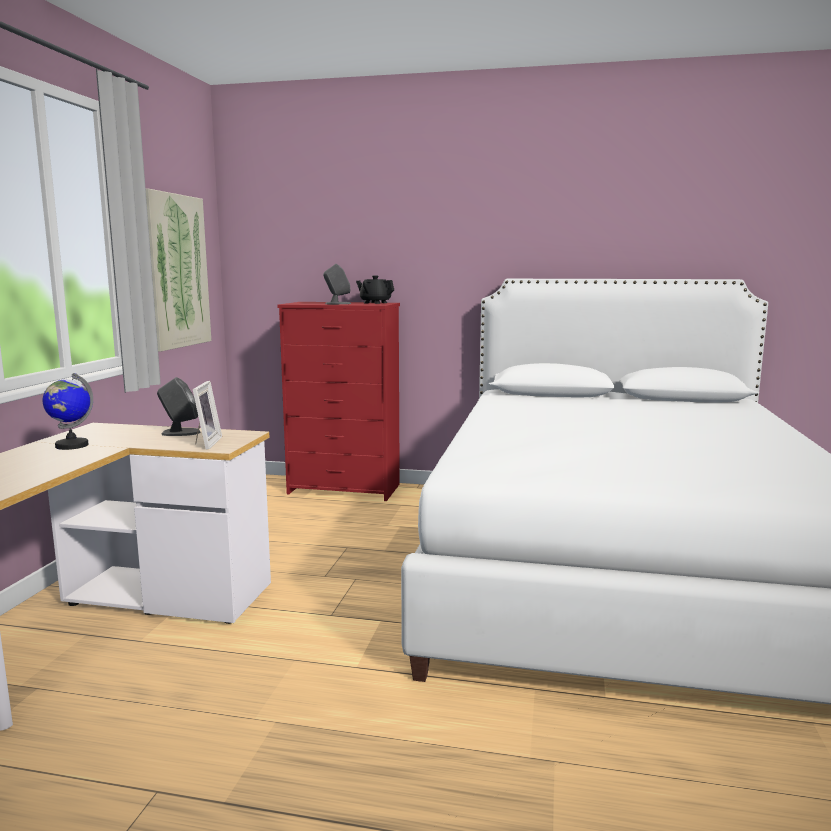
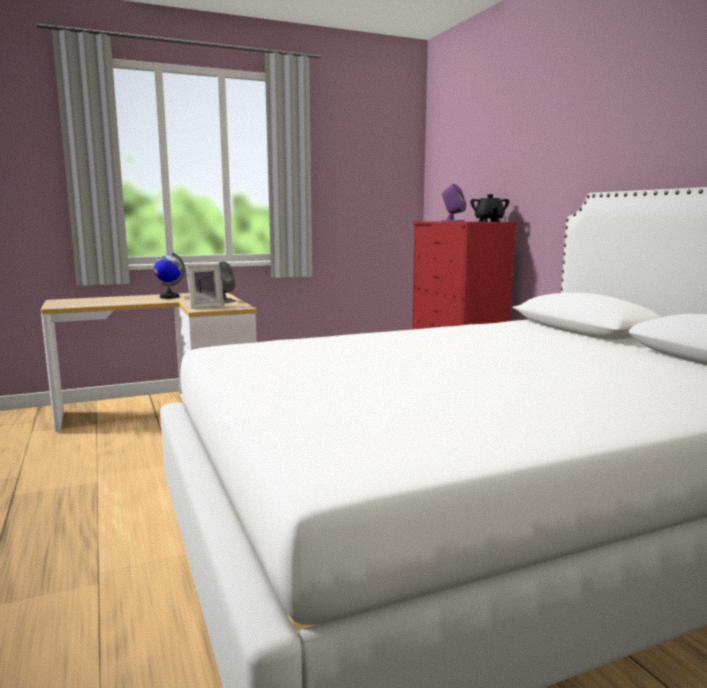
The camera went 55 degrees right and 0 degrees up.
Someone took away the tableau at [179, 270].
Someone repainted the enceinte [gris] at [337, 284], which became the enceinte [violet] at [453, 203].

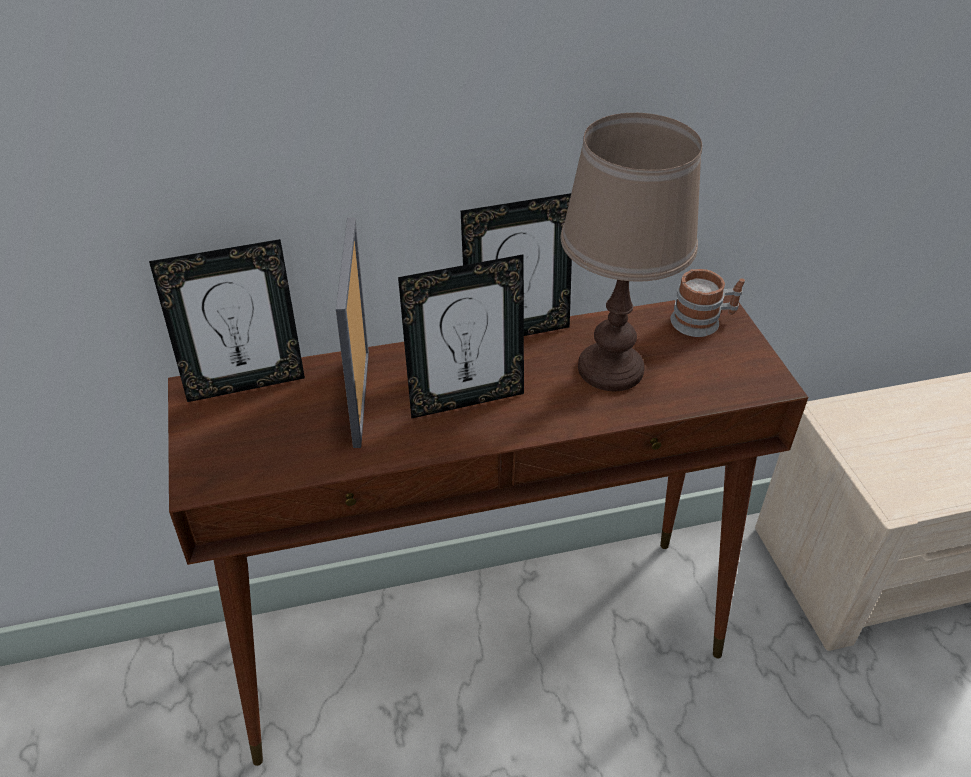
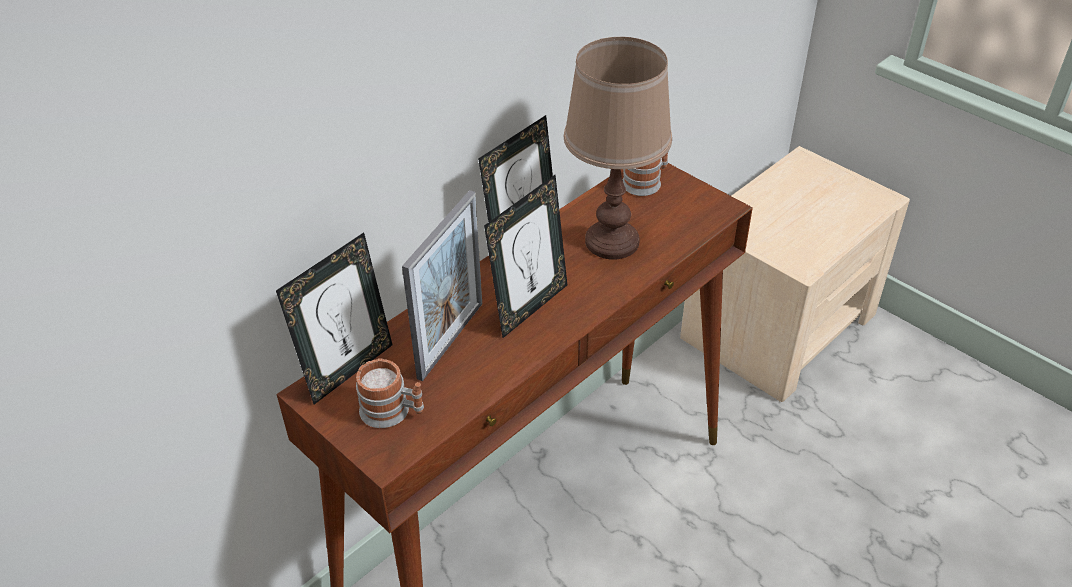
The camera went 30 degrees left and 0 degrees up.
Someone rotated the cadre photo at [352, 332] by 120 degrees counterclockwise.
Someone put down the mug at [390, 393].

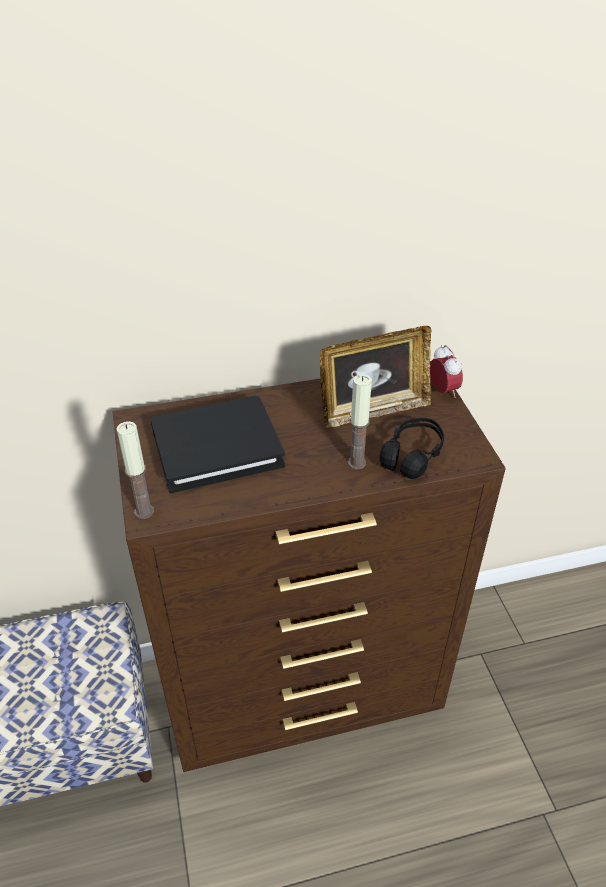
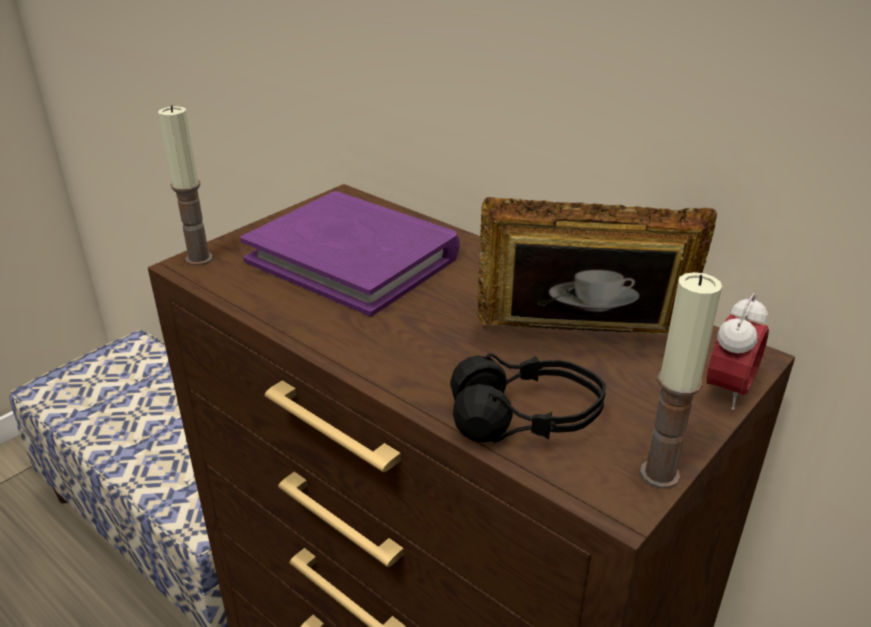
The camera went 55 degrees right and 10 degrees down.
Someone repainted the livre [noir] at [218, 444], which became the livre [violet] at [350, 253].
Someone rotated the cadre photo at [375, 377] by 150 degrees clockwise.
Someone carried the bougie from [360, 421] to [681, 380].

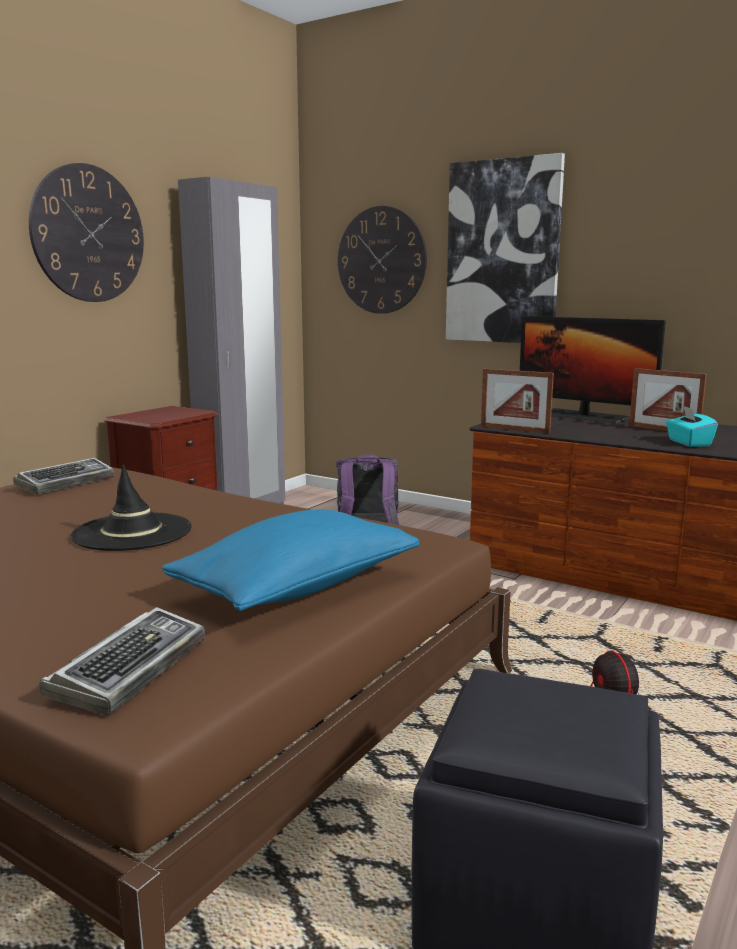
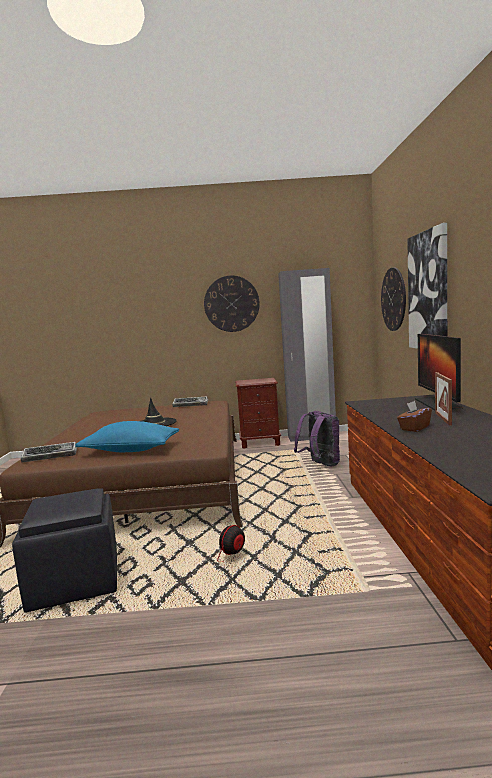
The camera went 55 degrees right and 5 degrees down.
Someone took away the cadre photo at [517, 401].
Someone repainted the boîte à mouchoirs [turquoise] at [692, 426], which became the boîte à mouchoirs [marron] at [414, 416].

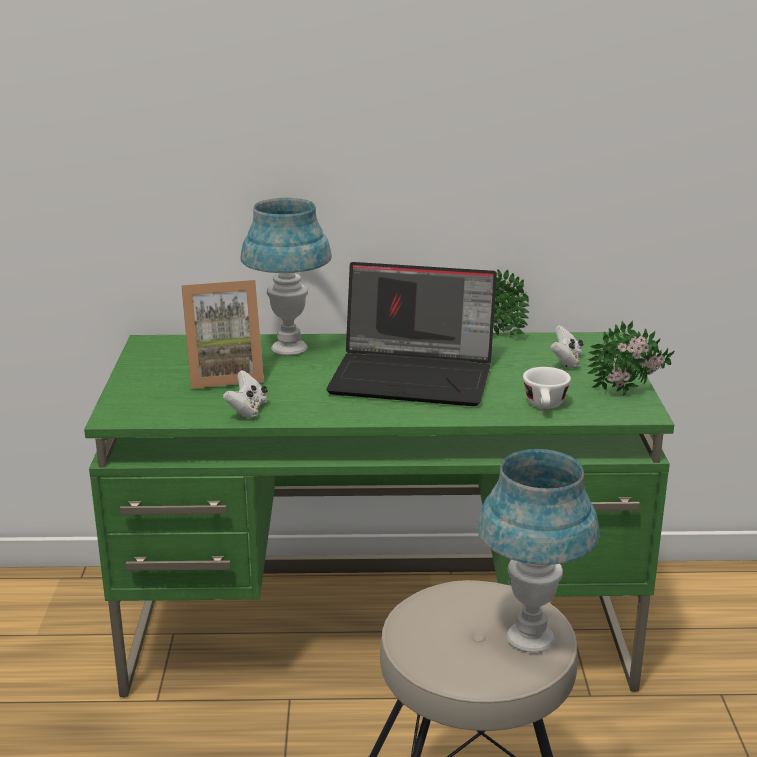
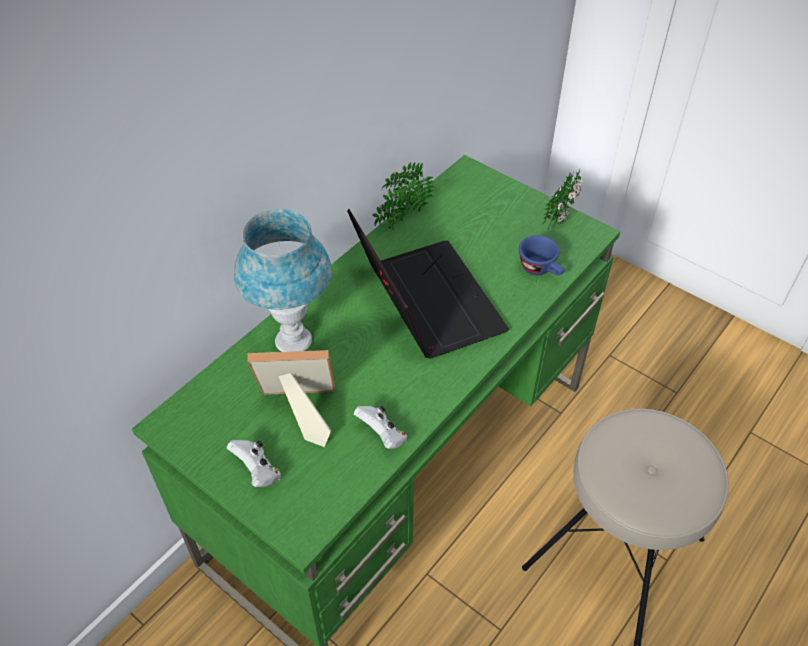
The camera went 50 degrees left and 25 degrees up.
Someone rotated the cadre photo at [222, 334] by 120 degrees counterclockwise.
Someone rotated the ordinateur portable at [411, 334] by 75 degrees counterclockwise.
Someone took away the lampe de table [bleu] at [538, 550].
Someone repainted the tasse [blanc] at [547, 388], which became the tasse [bleu] at [542, 255].
Someone carried the manette [blanc] from [566, 346] to [254, 463].

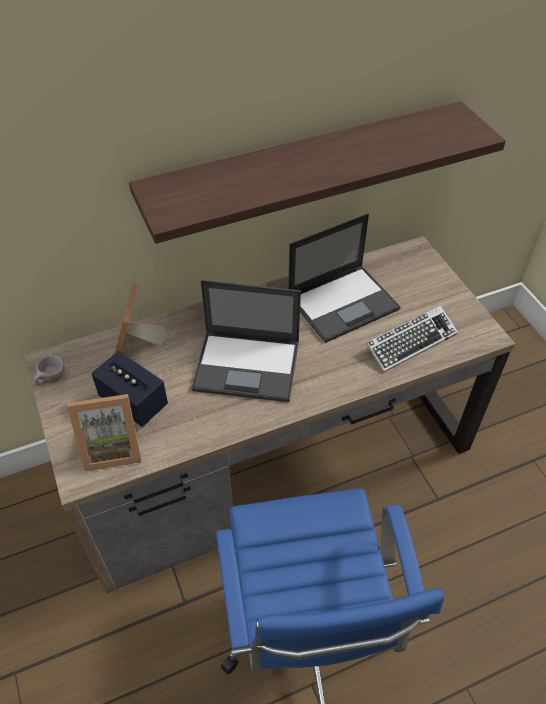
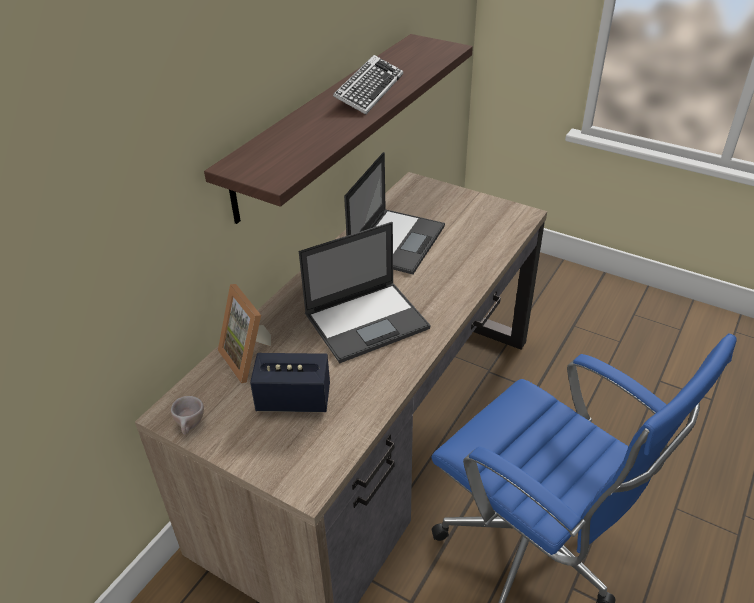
The camera went 35 degrees left and 10 degrees down.
Someone took away the cadre photo at [104, 433].
Someone carried the clavier from [412, 338] to [368, 85].

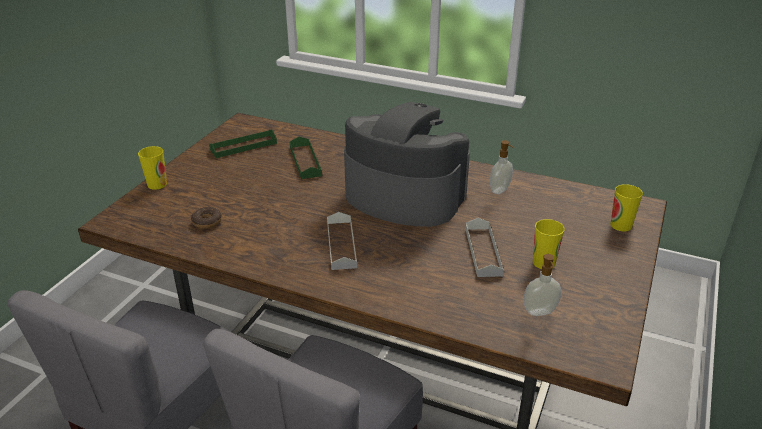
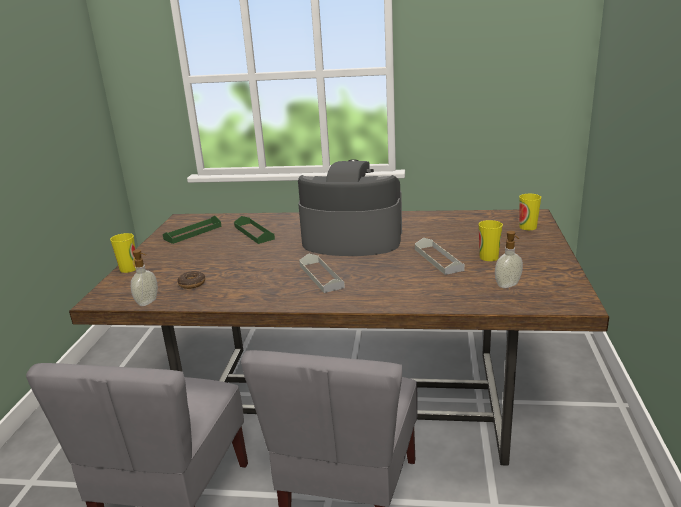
The camera went 15 degrees left and 10 degrees down.
Someone carried the distributeur de savon from [502, 167] to [144, 277].

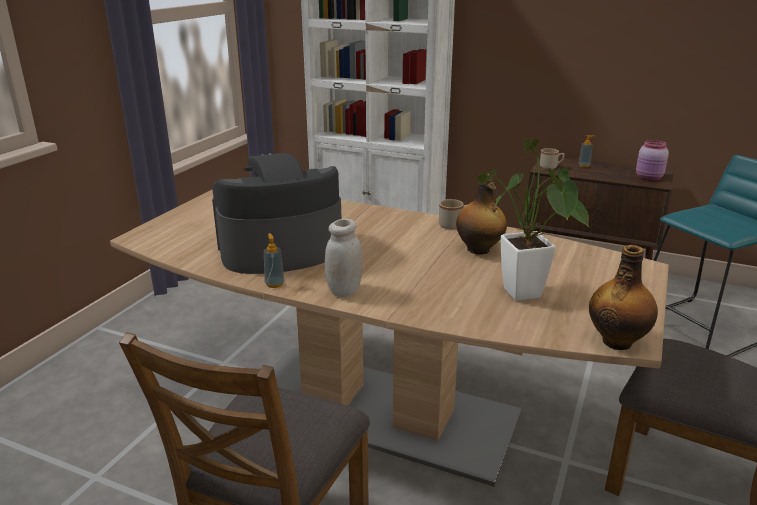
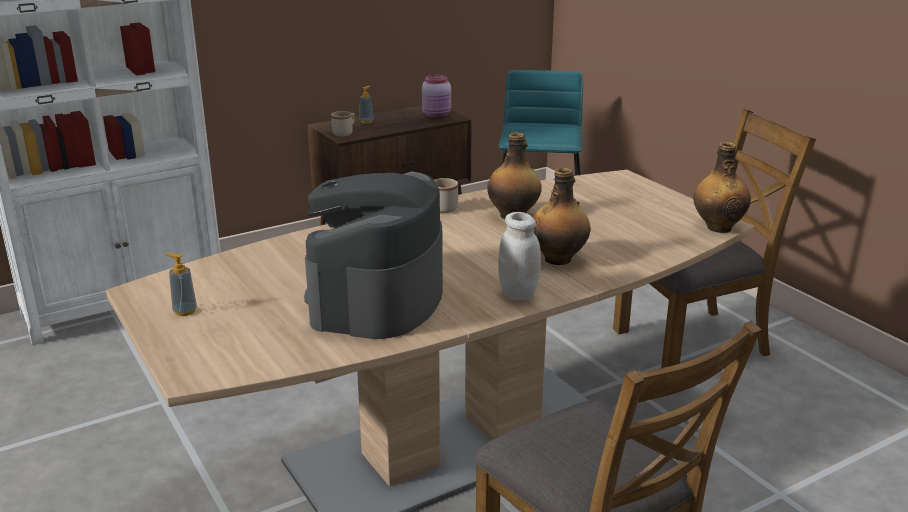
The camera went 55 degrees left and 0 degrees up.
Someone carried the distributeur de savon from [274, 260] to [181, 284].
Someone took away the plante en pot at [533, 219].
Someone put down the bouteille at [562, 216].

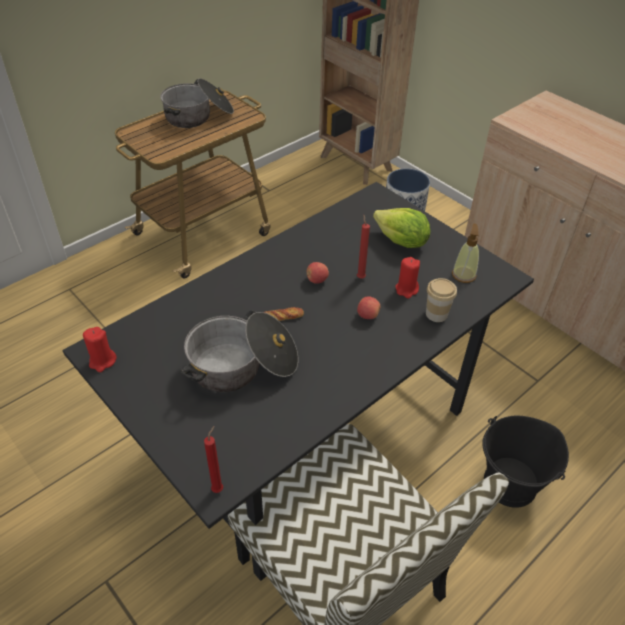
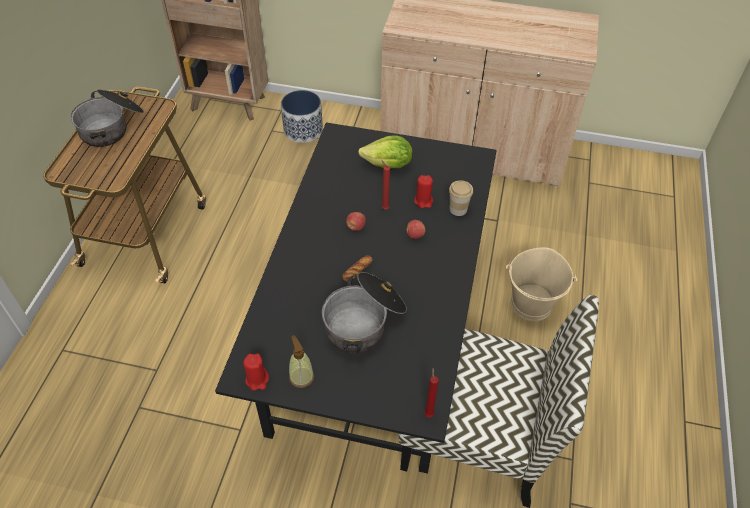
The camera went 35 degrees left and 5 degrees up.
Someone carried the distributeur de savon from [465, 253] to [302, 361].
Someone repainted the seau [noir] at [525, 462], which became the seau [beige] at [541, 284].

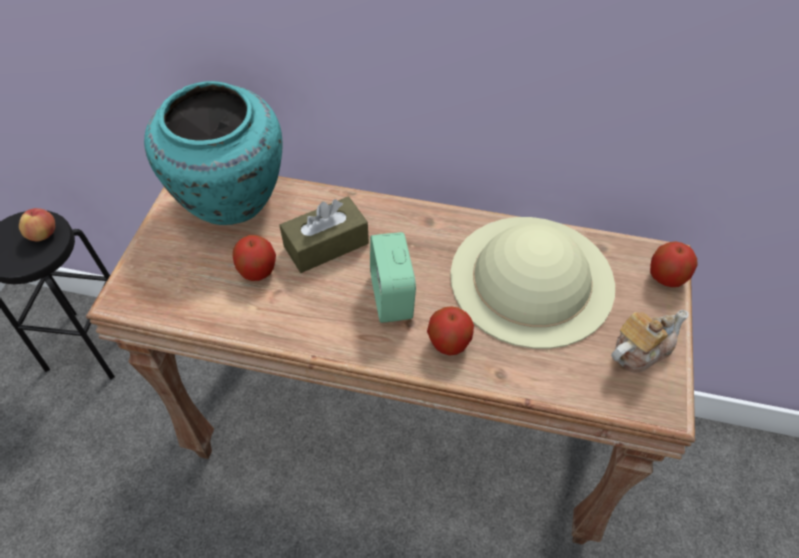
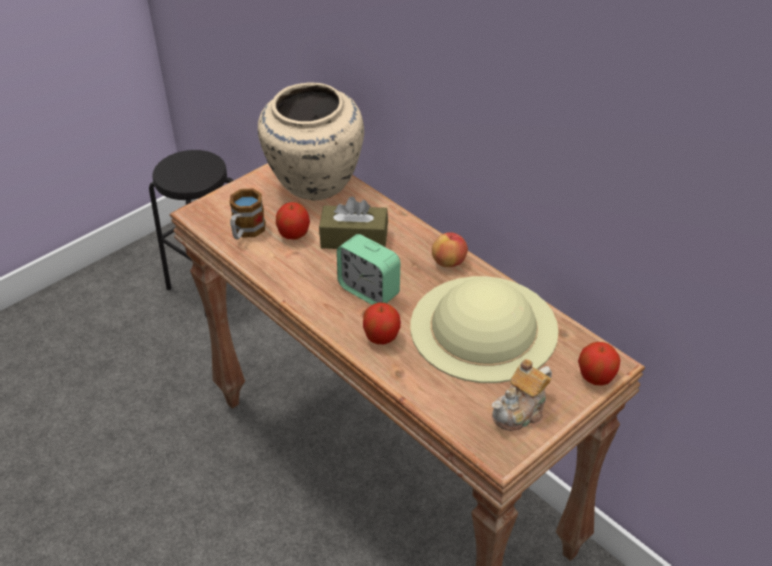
The camera went 35 degrees right and 10 degrees down.
Someone carried the pomme from [37, 225] to [450, 249].
Someone repainted the vase [turquoise] at [213, 153], which became the vase [beige] at [311, 141].
Someone rotated the réveil at [393, 277] by 75 degrees counterclockwise.
Someone rotated the théière at [649, 341] by 135 degrees clockwise.
Someone put down the mug at [248, 214].

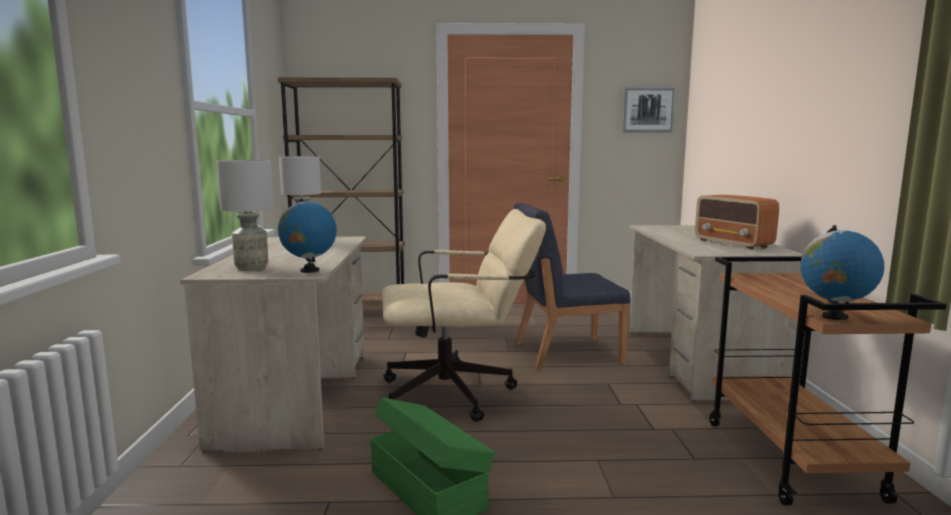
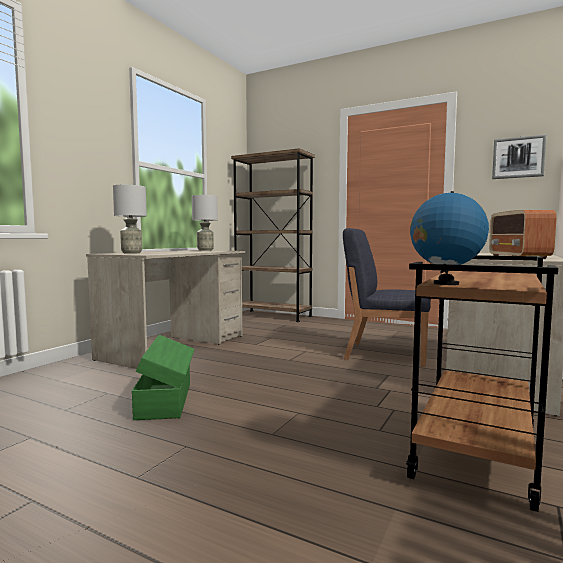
The camera went 30 degrees right and 5 degrees down.
Someone took away the globe at [307, 235].
Someone took away the chaise de bureau [beige] at [464, 315].

